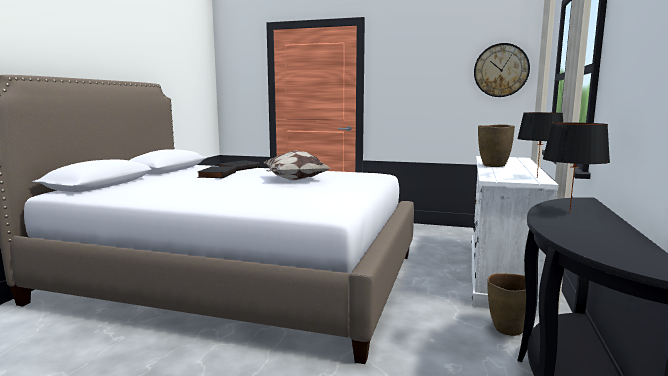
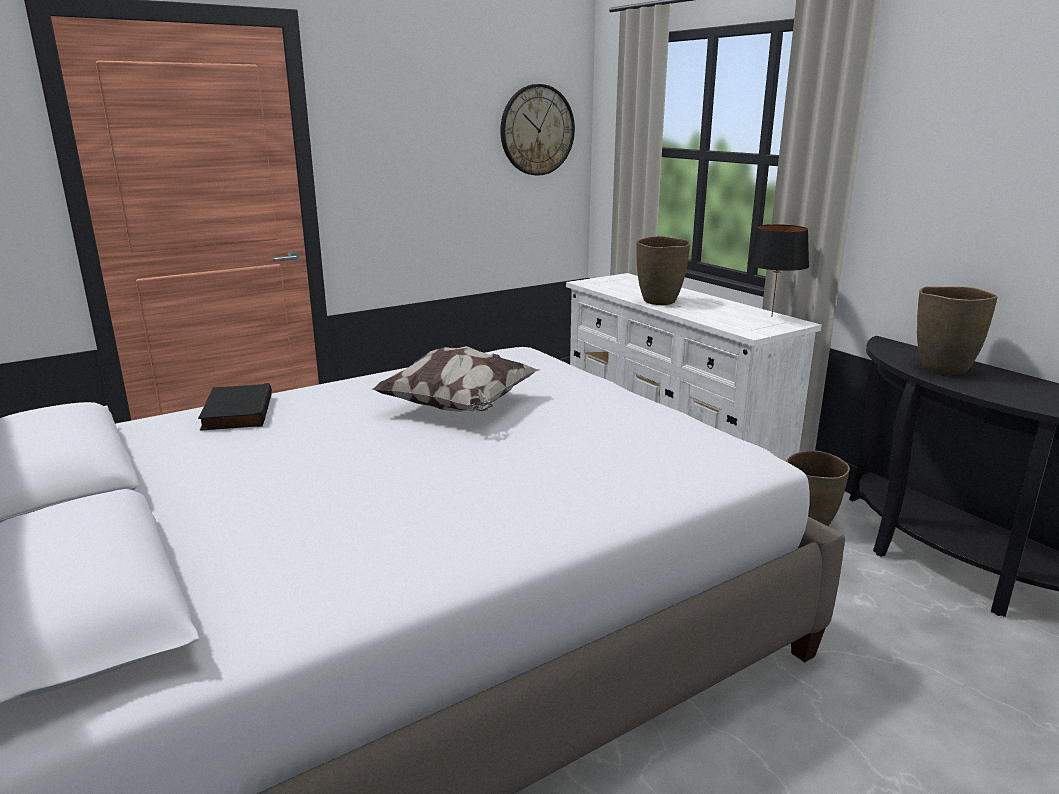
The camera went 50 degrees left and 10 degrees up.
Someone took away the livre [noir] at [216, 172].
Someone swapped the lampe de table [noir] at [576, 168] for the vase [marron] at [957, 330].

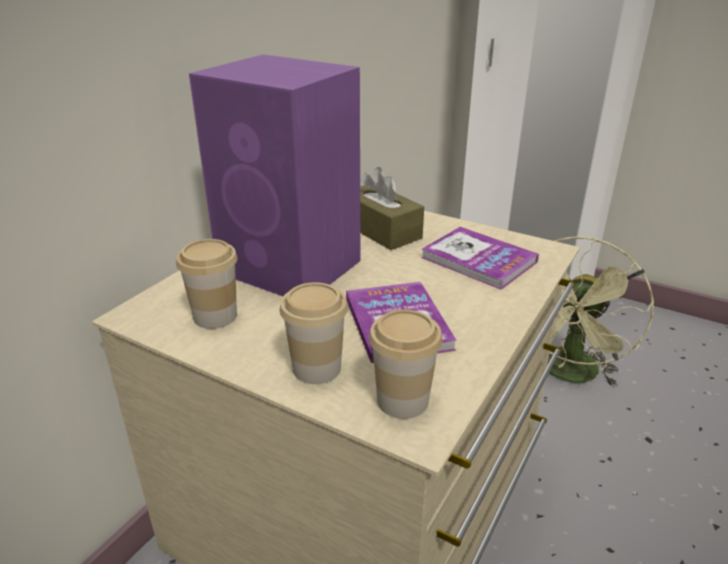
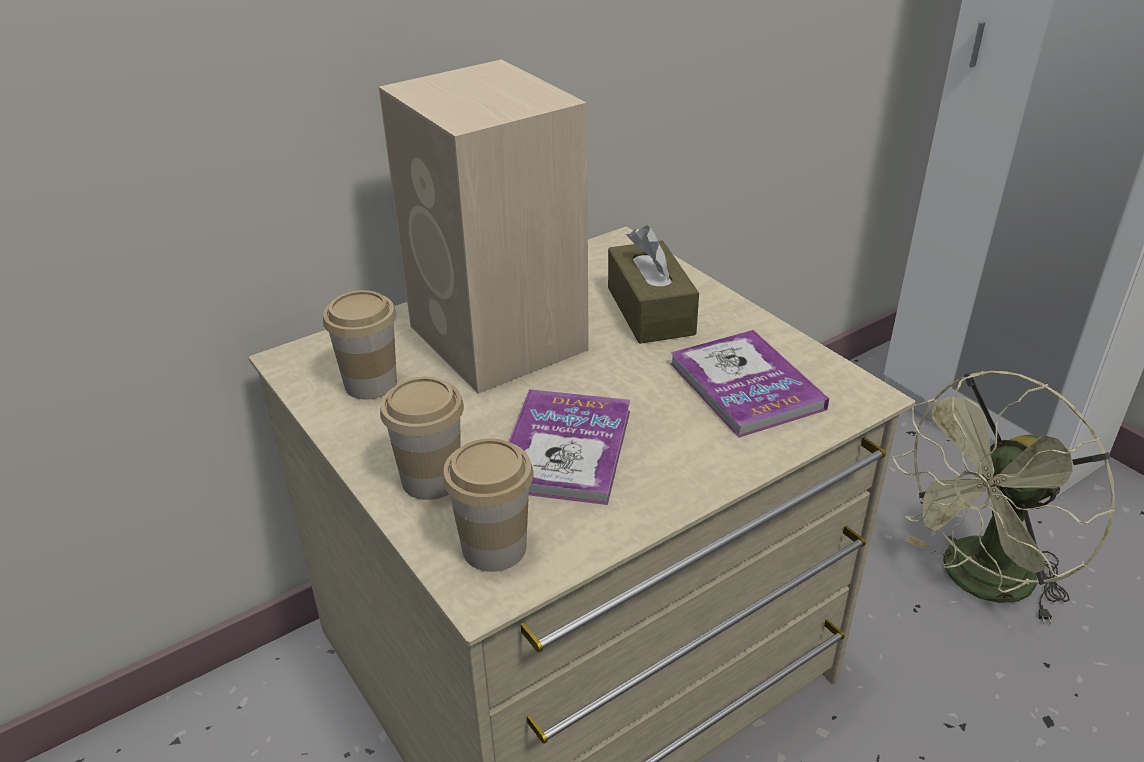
The camera went 25 degrees right and 5 degrees up.
Someone repainted the enceinte [violet] at [275, 175], which became the enceinte [beige] at [484, 226].

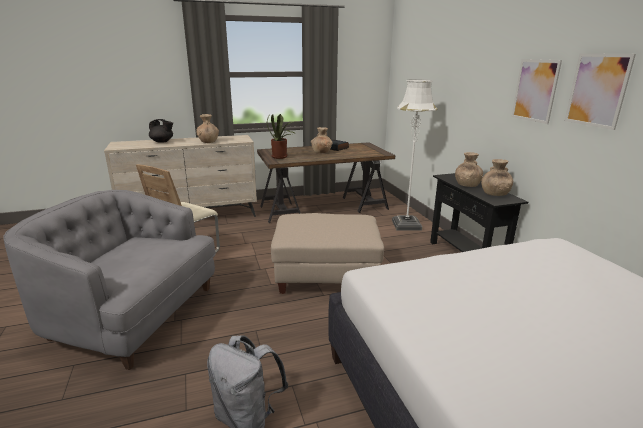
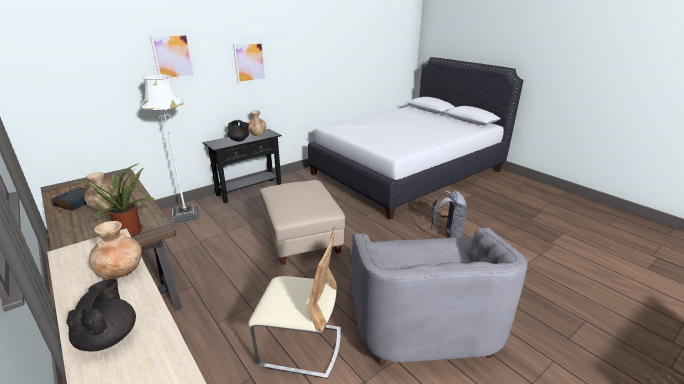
The camera went 110 degrees left and 5 degrees up.
Someone swapped the vase [marron] at [469, 169] for the théière [noir] at [238, 130].
Someone carried the tableau from [600, 91] to [172, 56].

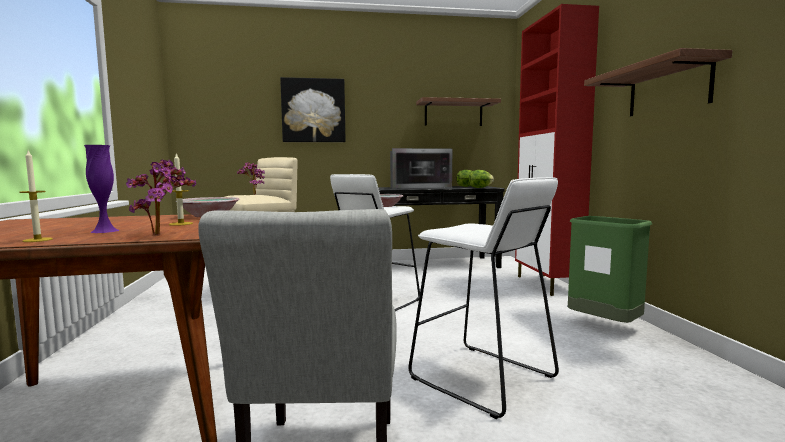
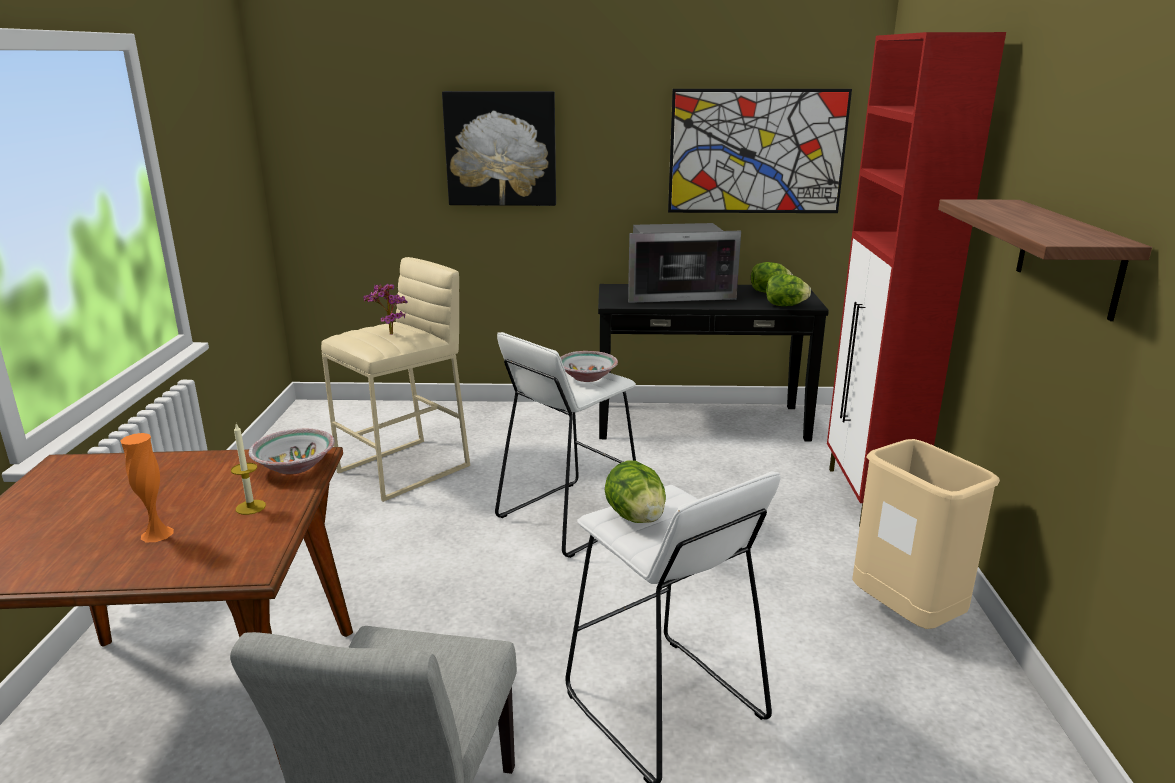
The camera went 10 degrees right and 15 degrees up.
Someone took away the bougie at [36, 196].
Someone repainted the vase [violet] at [101, 189], which became the vase [orange] at [147, 487].
Someone took away the plante en pot at [161, 197].
Someone swapped the étagère at [458, 111] for the tableau at [760, 151].
Someone repainted the poubelle [vert] at [610, 269], which became the poubelle [beige] at [926, 534].
Someone put down the laitue at [635, 492].

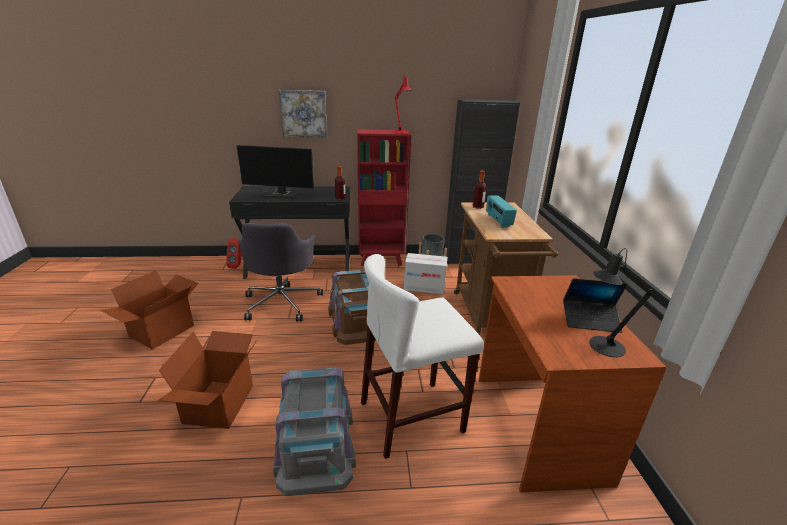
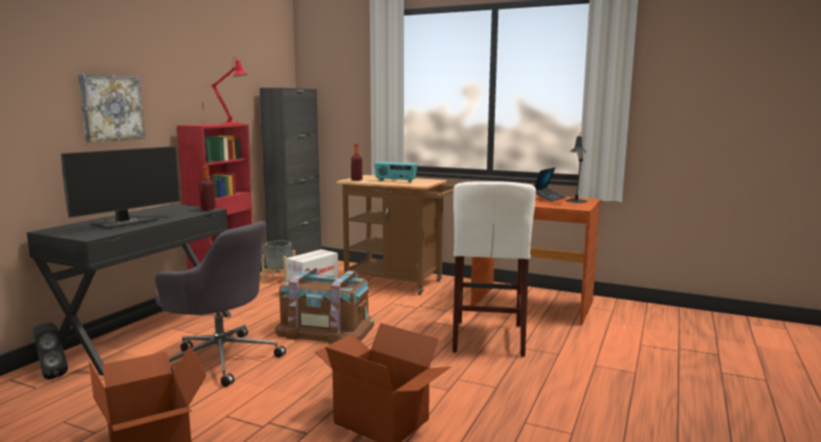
The camera went 60 degrees left and 15 degrees down.
Someone repainted the enceinte [rouge] at [233, 253], which became the enceinte [noir] at [50, 351].
Someone took away the boîte de rangement [gris] at [314, 431].

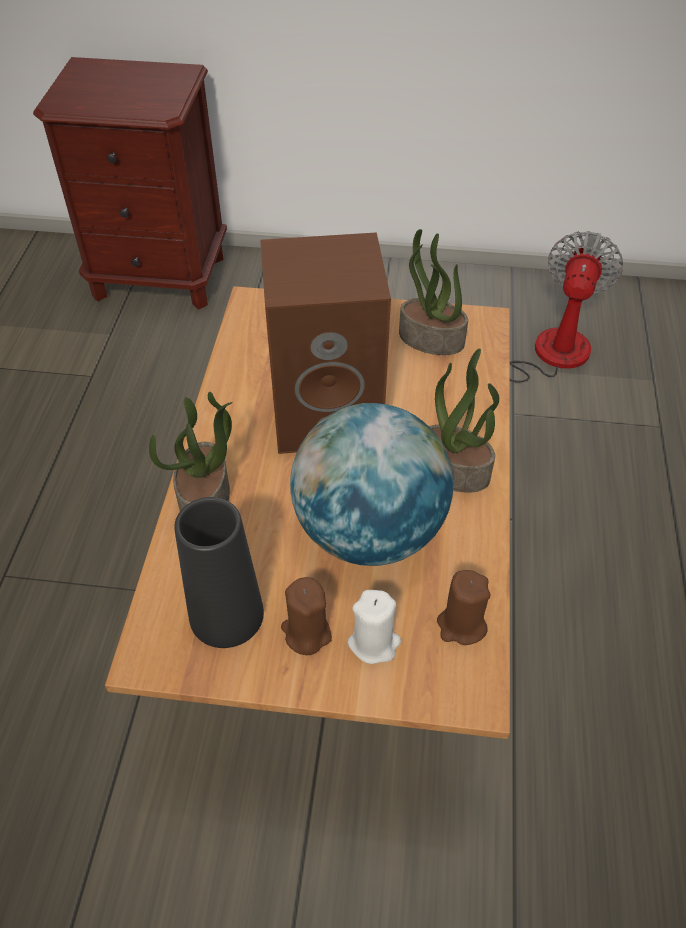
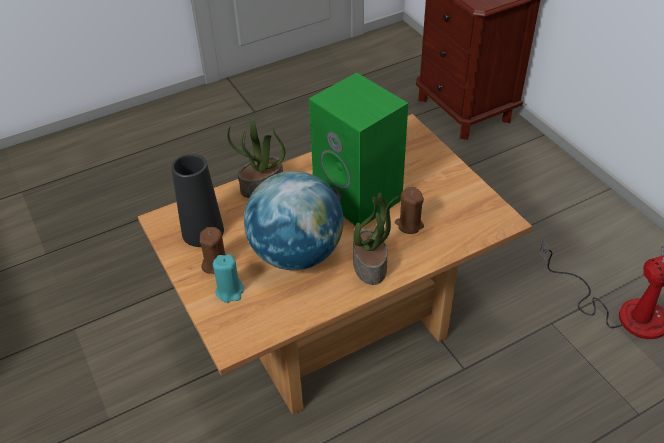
The camera went 55 degrees right and 5 degrees down.
Someone repainted the enceinte [marron] at [325, 343], which became the enceinte [vert] at [358, 149].
Someone repainted the bougie [blanc] at [374, 627], which became the bougie [turquoise] at [228, 278].
Someone took away the plante en pot at [433, 292].
Someone carried the bougie [marron] from [463, 607] to [409, 210].

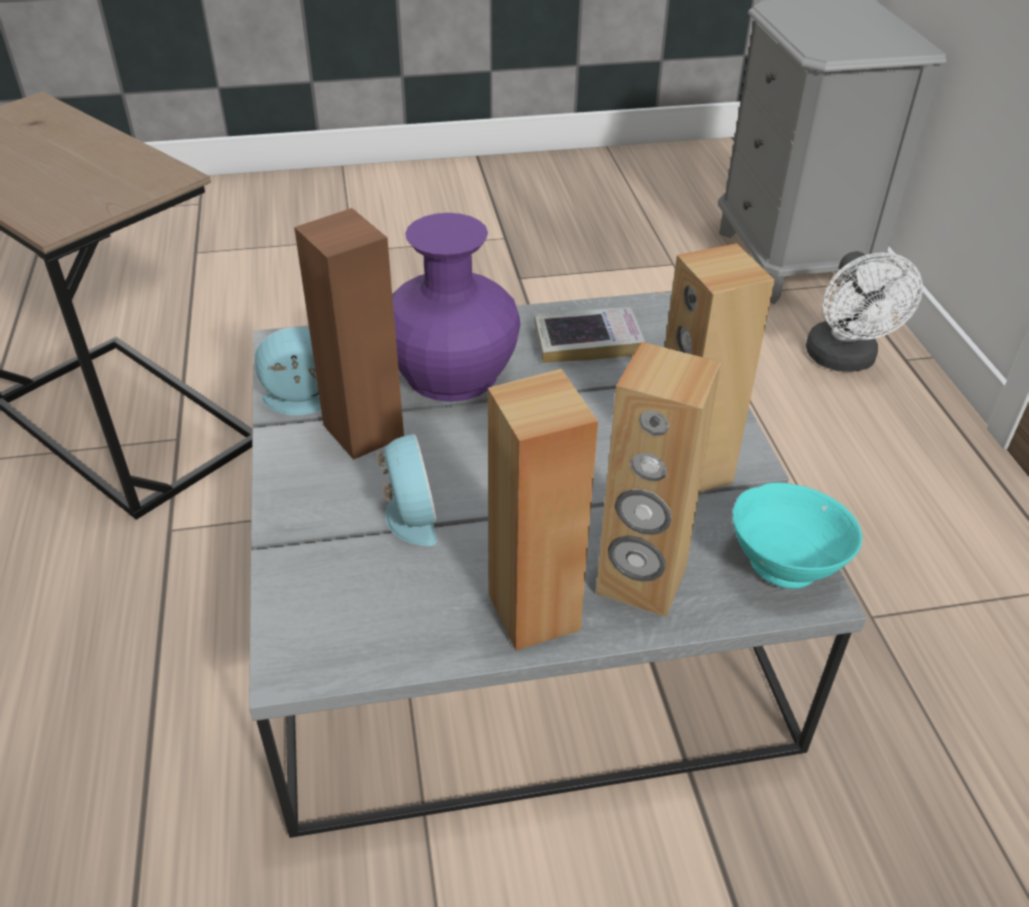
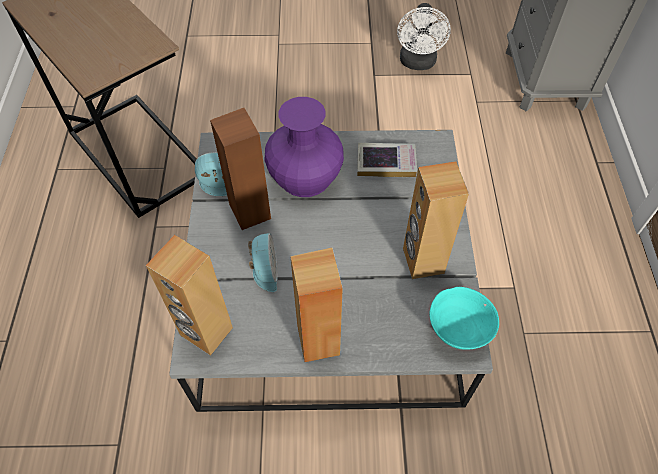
The camera went 10 degrees right and 15 degrees up.
Someone carried the enceinte [marron] from [658, 479] to [189, 295].
Someone carried the ventilateur [blanc] from [864, 311] to [424, 36].

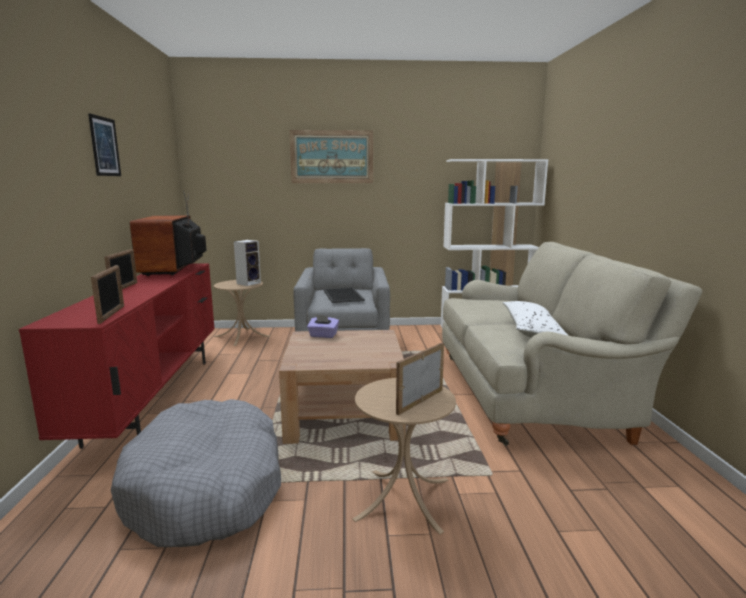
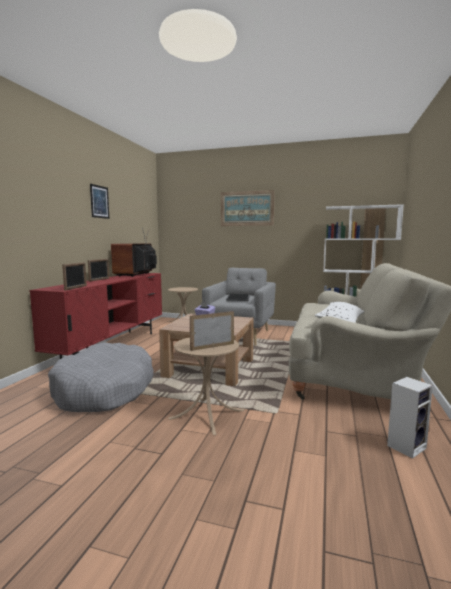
The camera went 20 degrees right and 5 degrees down.
Someone carried the enceinte from [247, 263] to [410, 417].

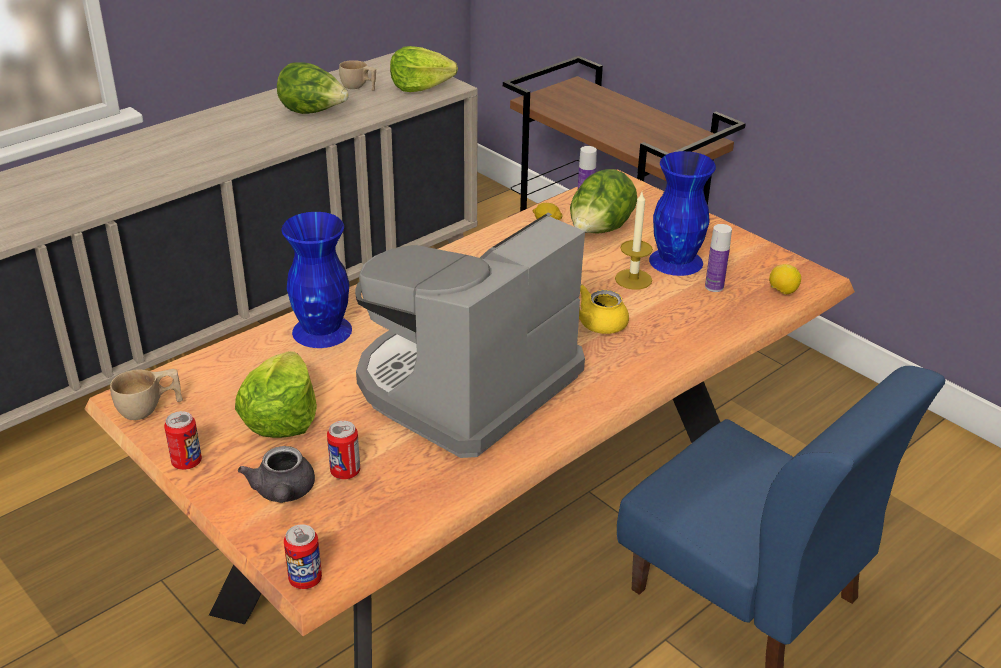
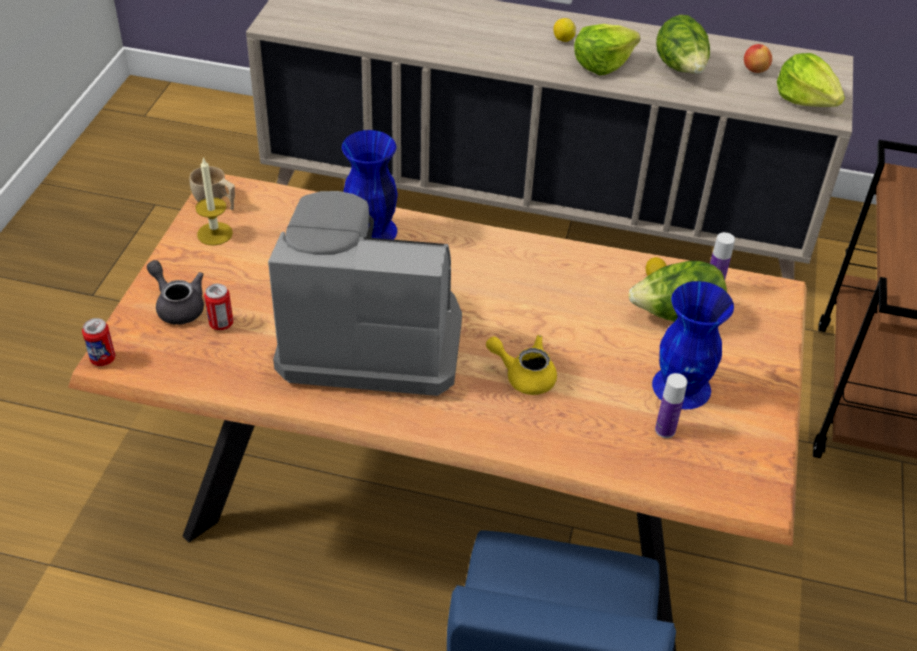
The camera went 55 degrees right and 10 degrees up.
Someone took away the boîte métallique at [183, 440].
Someone carried the laitue from [276, 394] to [607, 49].
Someone rotated the théière [gris] at [276, 474] by 90 degrees clockwise.
Someone swapped the tasse [beige] at [357, 75] for the pomme at [758, 58].
Someone carried the bougie from [634, 241] to [214, 201].
Someone carried the citron from [785, 279] to [564, 30].

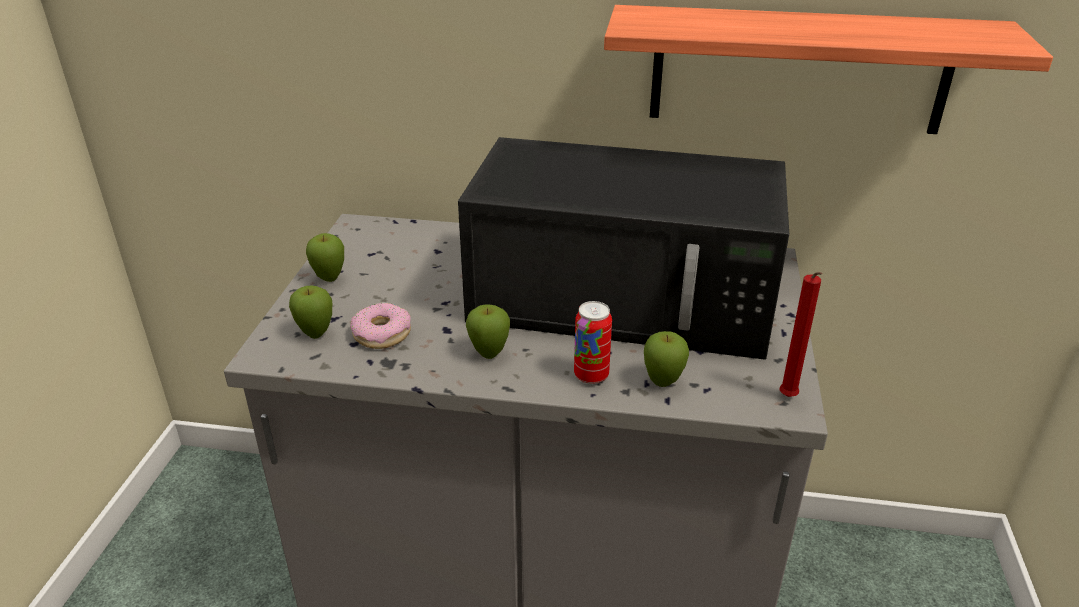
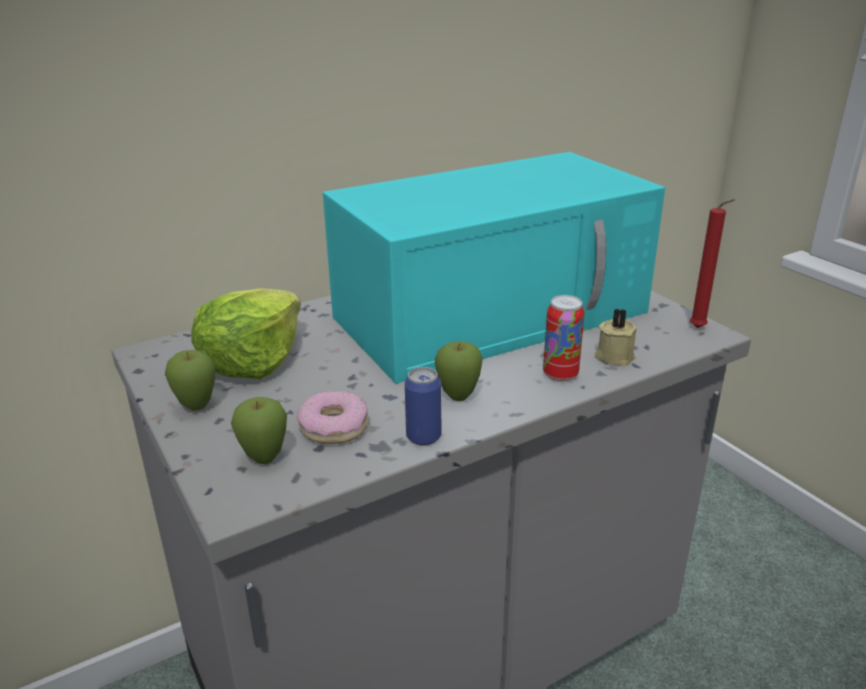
The camera went 40 degrees left and 5 degrees down.
Someone repainted the micro-ondes [noir] at [623, 248], which became the micro-ondes [turquoise] at [494, 268].
Someone took away the étagère at [828, 69].
Someone swapped the pomme at [666, 359] for the bougie [beige] at [615, 337].
Someone put down the laitue at [246, 333].
Someone put down the boîte métallique at [423, 406].

